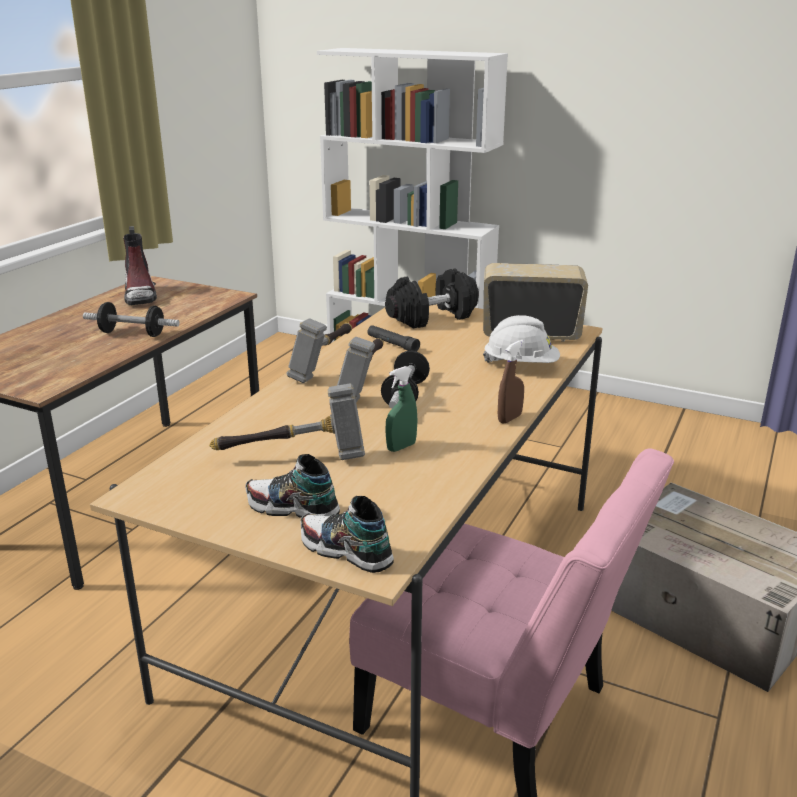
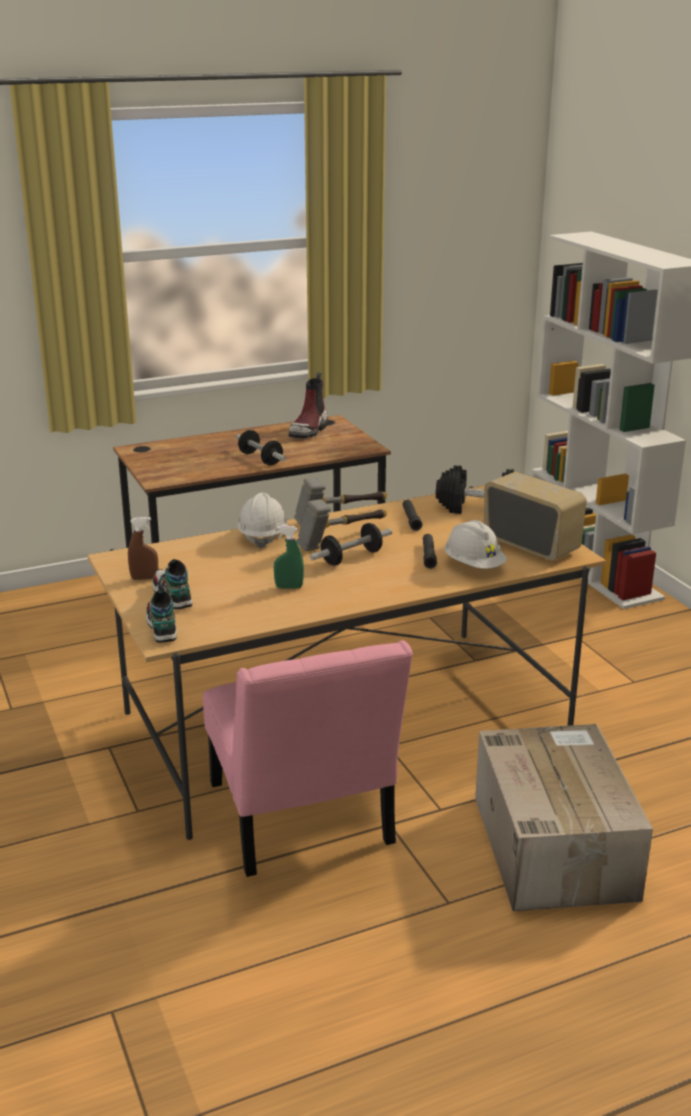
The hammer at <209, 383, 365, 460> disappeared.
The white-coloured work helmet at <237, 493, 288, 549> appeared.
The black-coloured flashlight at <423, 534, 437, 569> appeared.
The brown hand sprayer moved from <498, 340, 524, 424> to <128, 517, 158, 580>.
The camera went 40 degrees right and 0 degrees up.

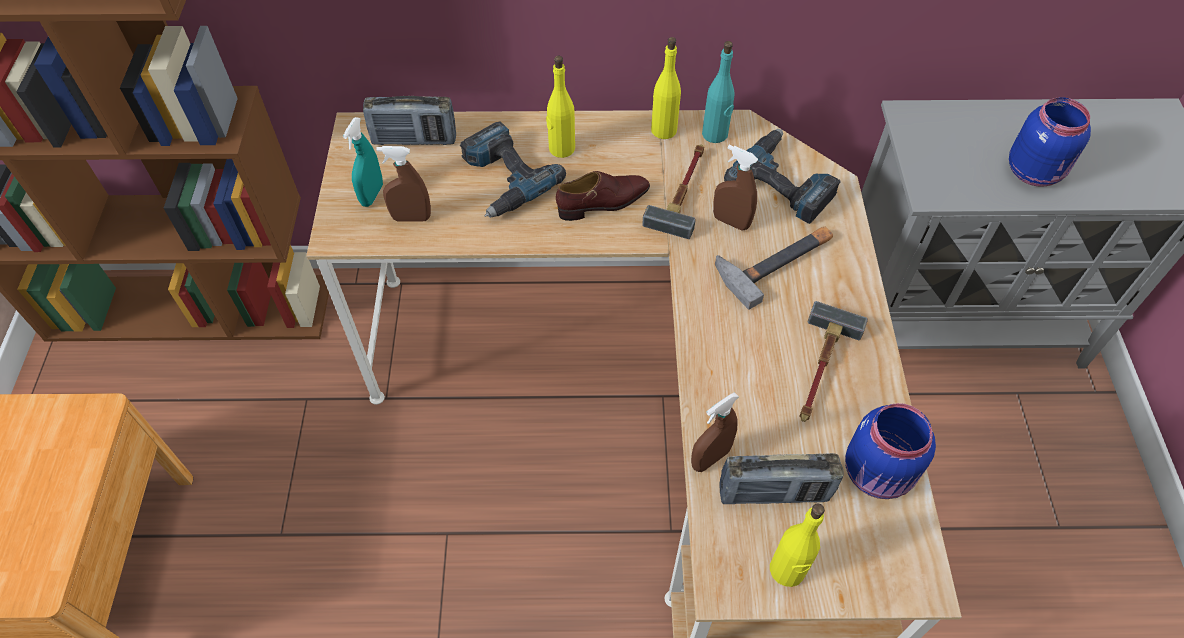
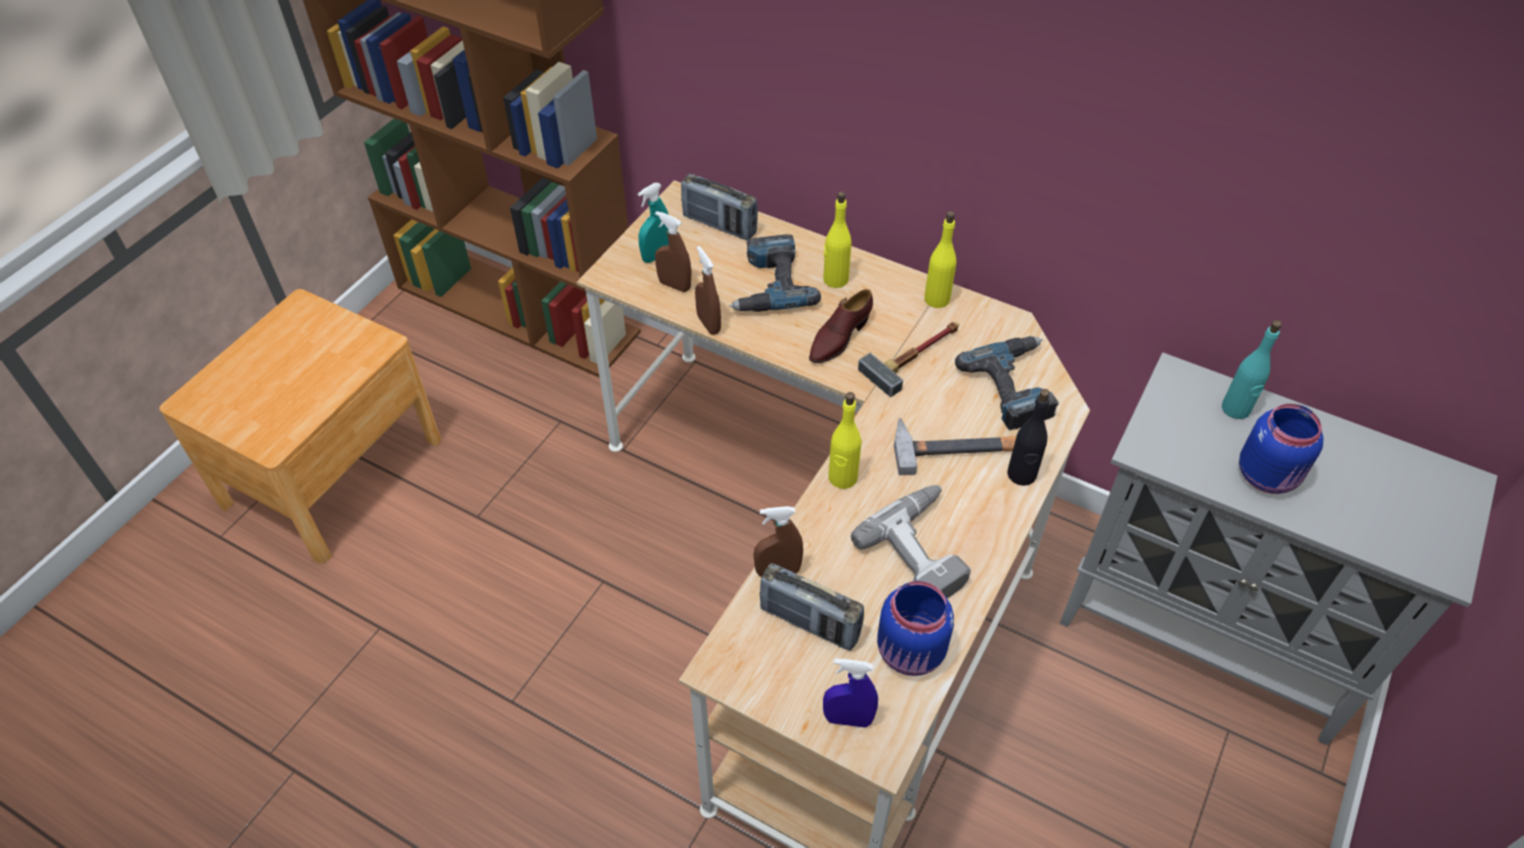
The bluish hand sprayer at <823, 658, 878, 728> appeared.
The black-coloured bottle at <1007, 389, 1050, 486> appeared.
The turquoise bottle moved from <702, 41, 735, 143> to <1222, 320, 1282, 419>.
The brown hand sprayer moved from <713, 145, 758, 231> to <695, 246, 721, 335>.
The yellowish bottle moved from <770, 504, 825, 587> to <828, 392, 861, 489>.
The hammer at <799, 301, 868, 422> was replaced by the drill at <851, 485, 971, 599>.
The brown shoe at <556, 171, 650, 221> turned 120 degrees clockwise.
The camera went 30 degrees right and 5 degrees down.

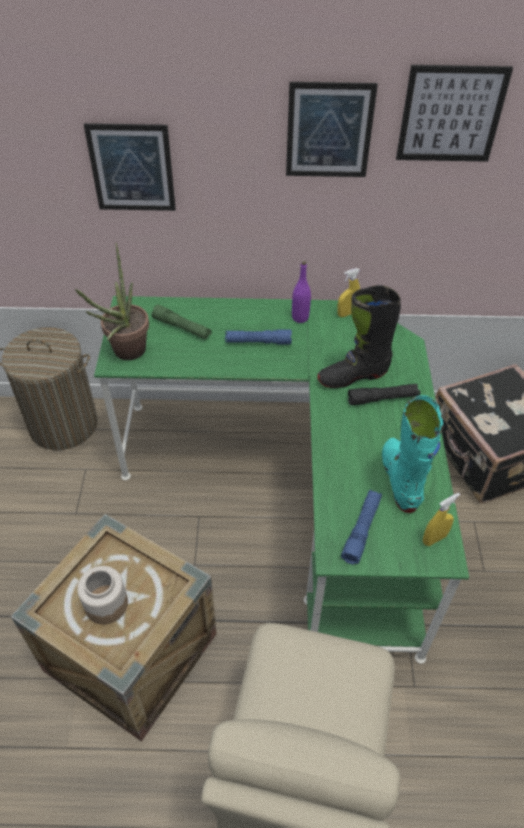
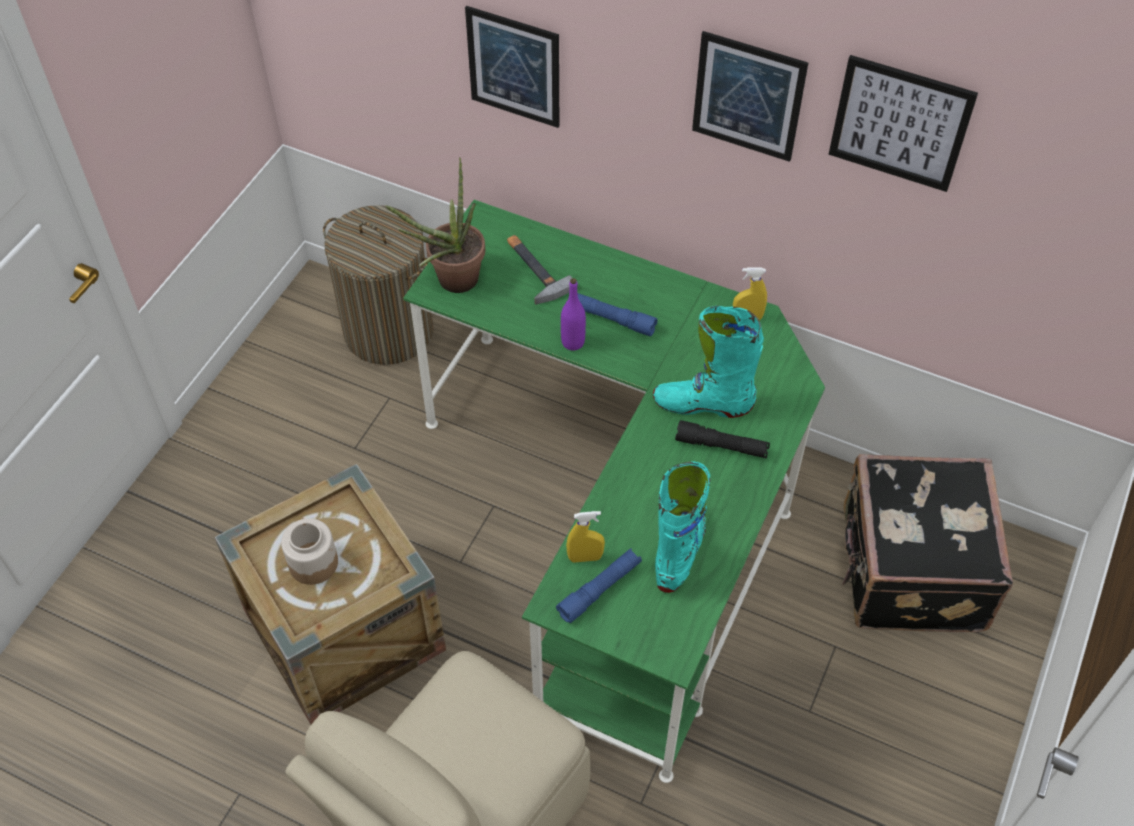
The purplish bottle moved from <292, 261, 311, 323> to <561, 278, 586, 350>.
The yellowish hand sprayer moved from <423, 493, 460, 546> to <566, 511, 605, 563>.
The green-coloured flashlight at <152, 305, 212, 340> was replaced by the hammer at <507, 235, 572, 305>.
The black-coloured tall boot at <317, 285, 401, 388> became the turquoise tall boot at <653, 306, 764, 418>.
The camera went 25 degrees right and 5 degrees up.

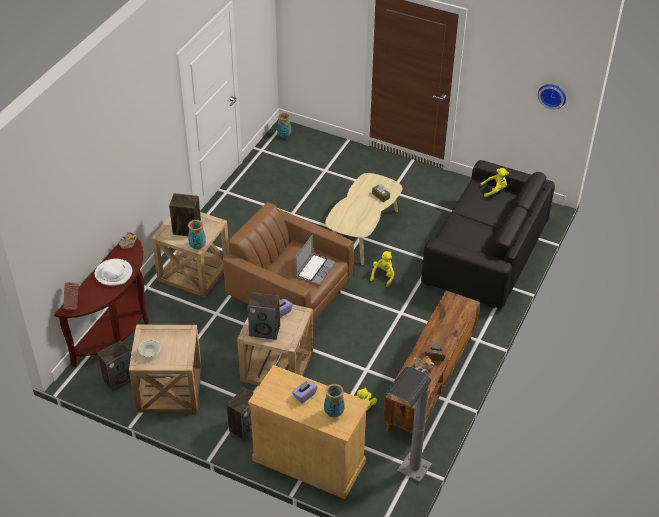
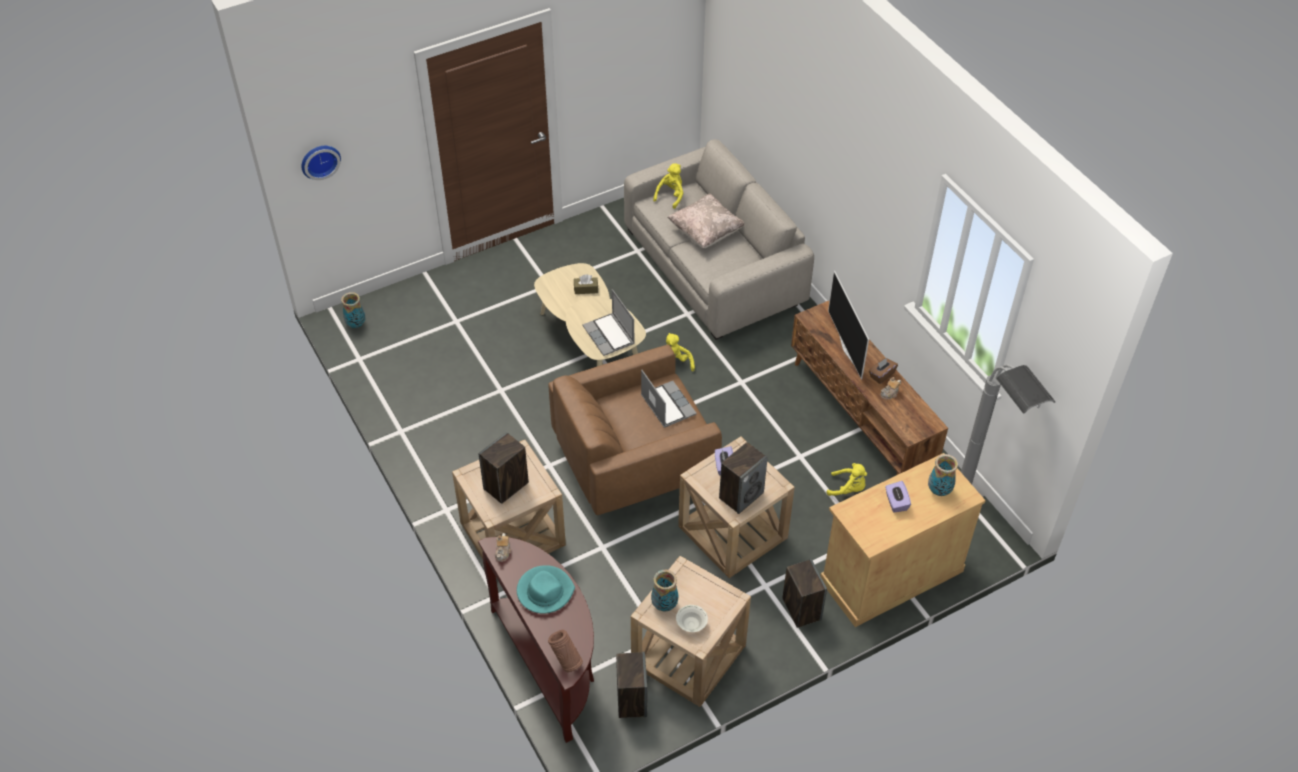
The portable computer at <582, 289, 635, 356> appeared.
The beige pillow at <667, 193, 744, 248> appeared.
The TV set at <828, 271, 869, 380> appeared.
The decorative vase moved from <188, 220, 206, 249> to <651, 569, 678, 612>.
The hanging clock moved from <538, 84, 566, 109> to <301, 146, 341, 180>.
The white-coloured hat at <95, 259, 132, 286> became the turquoise hat at <517, 565, 575, 614>.
The black-coloured settee at <421, 160, 555, 309> became the beige settee at <624, 139, 814, 340>.
The camera went 55 degrees left and 5 degrees up.

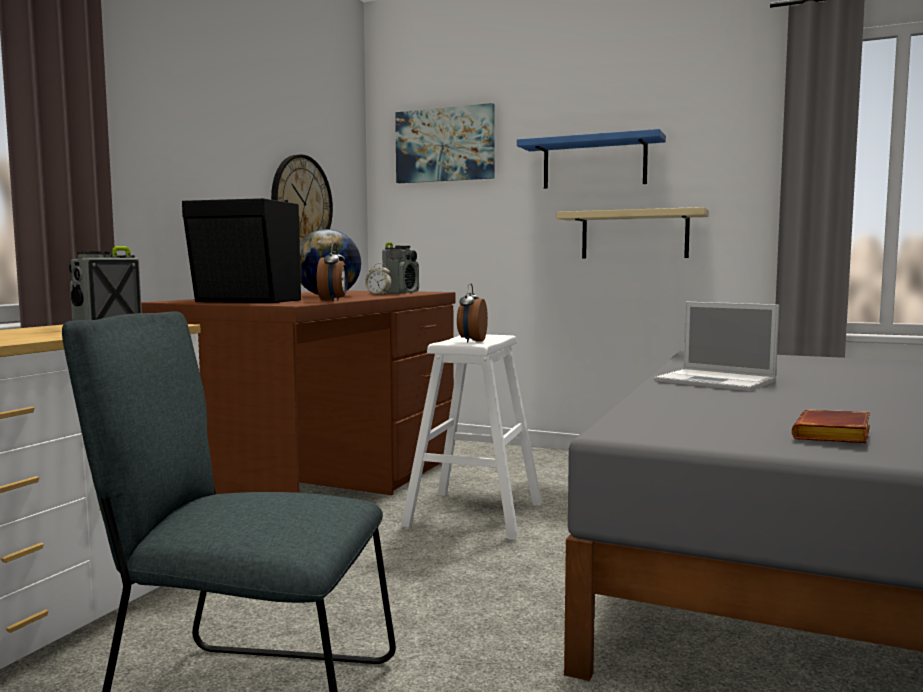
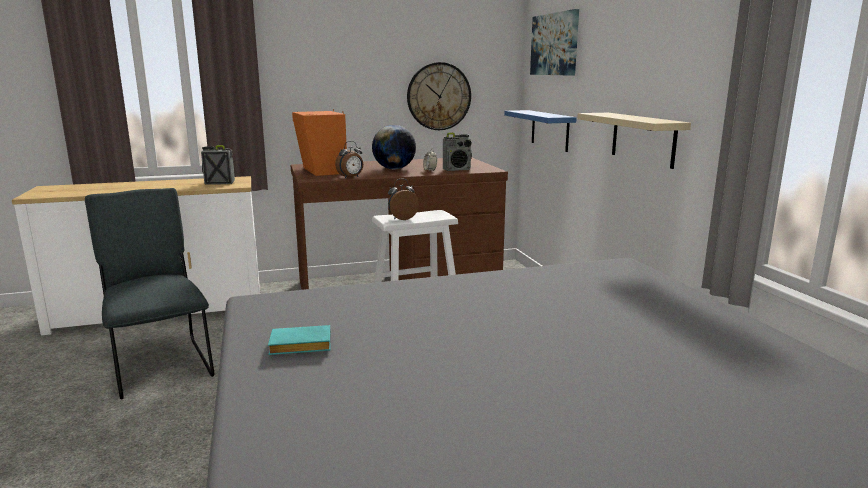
The portable computer at <654, 302, 779, 392> disappeared.
The bluish wall shelf moved from <517, 129, 666, 189> to <504, 110, 577, 152>.
The black-coloured speaker at <182, 198, 301, 303> became the orange-coloured speaker at <292, 109, 347, 176>.
The brown bound book at <792, 409, 870, 443> became the turquoise bound book at <268, 325, 331, 355>.
The camera went 50 degrees right and 10 degrees up.

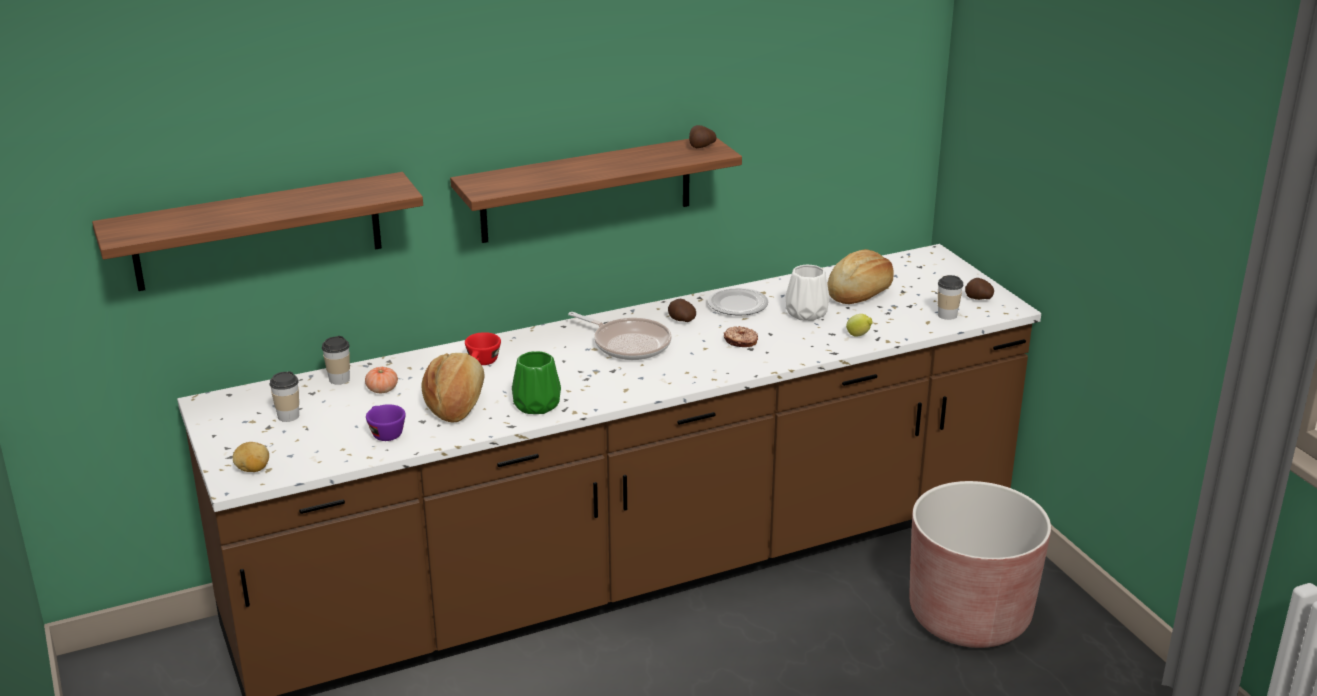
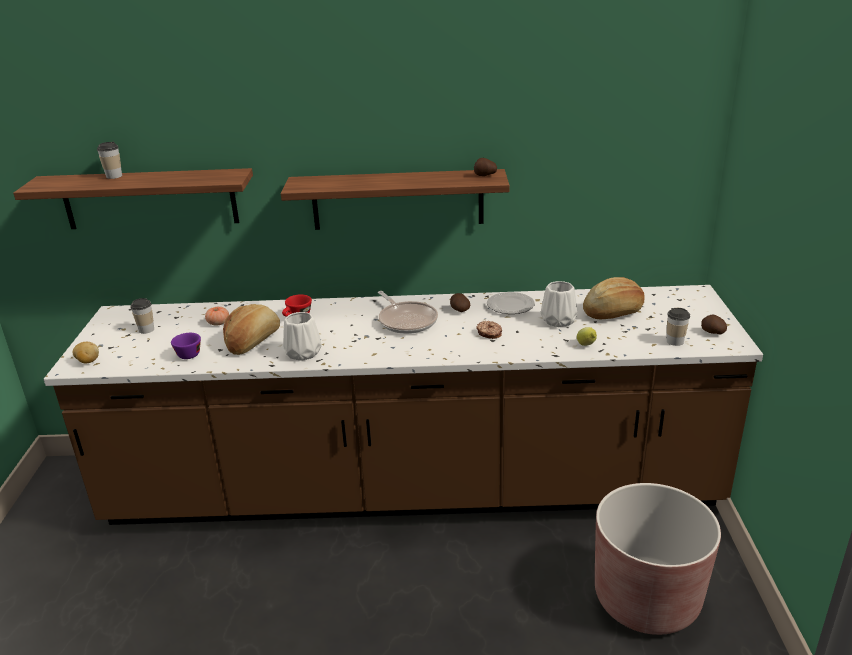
The drinking cup moved from <322, 336, 350, 385> to <97, 141, 122, 179>.
The green-coloured decorative vase at <512, 351, 561, 414> became the white-coloured decorative vase at <283, 312, 321, 361>.
The camera went 25 degrees right and 0 degrees up.

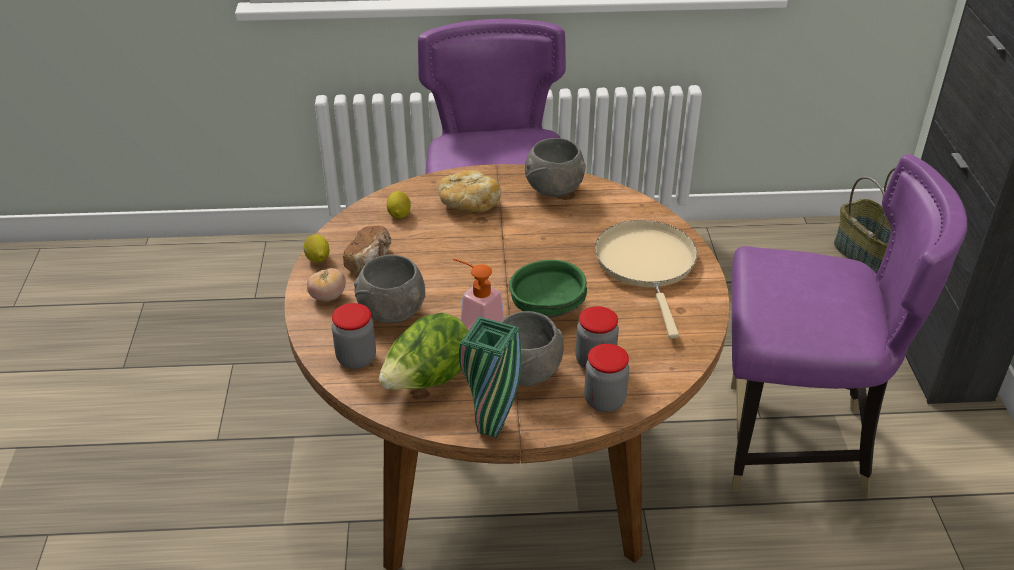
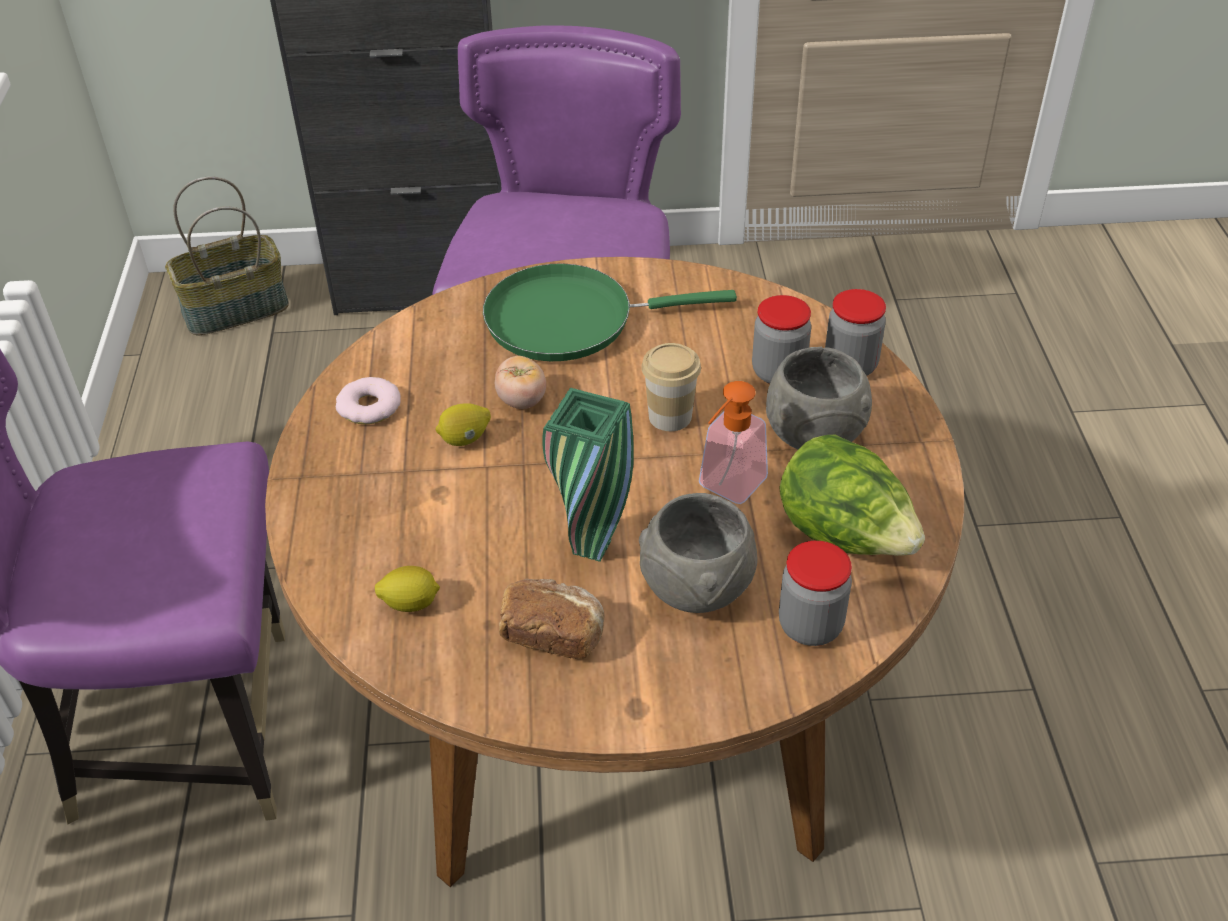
The bakery bread at <438, 171, 501, 212> disappeared.
The whole lemon moved from <303, 235, 330, 262> to <436, 403, 491, 446>.
The fresh tomato moved from <307, 268, 346, 301> to <495, 356, 546, 409>.
The green-coloured decorative vase moved from <459, 316, 521, 438> to <542, 387, 634, 562>.
The green-coloured deep dish at <509, 260, 587, 318> was replaced by the drinking cup at <641, 343, 701, 431>.
The grey deep dish at <525, 138, 586, 197> was replaced by the donut at <336, 377, 401, 424>.
The beige pan at <595, 220, 698, 339> became the green-coloured pan at <483, 263, 737, 361>.
The camera went 90 degrees left and 5 degrees up.

